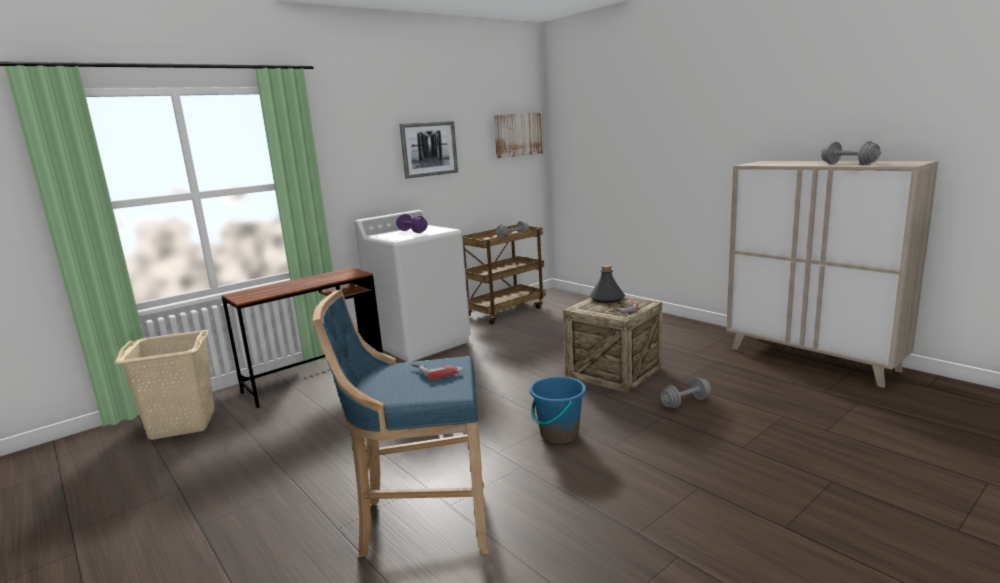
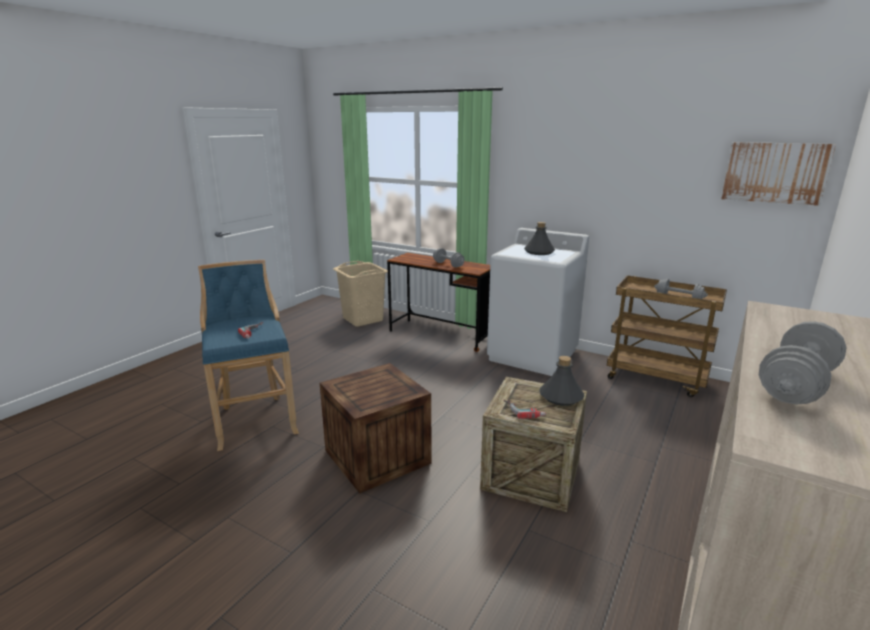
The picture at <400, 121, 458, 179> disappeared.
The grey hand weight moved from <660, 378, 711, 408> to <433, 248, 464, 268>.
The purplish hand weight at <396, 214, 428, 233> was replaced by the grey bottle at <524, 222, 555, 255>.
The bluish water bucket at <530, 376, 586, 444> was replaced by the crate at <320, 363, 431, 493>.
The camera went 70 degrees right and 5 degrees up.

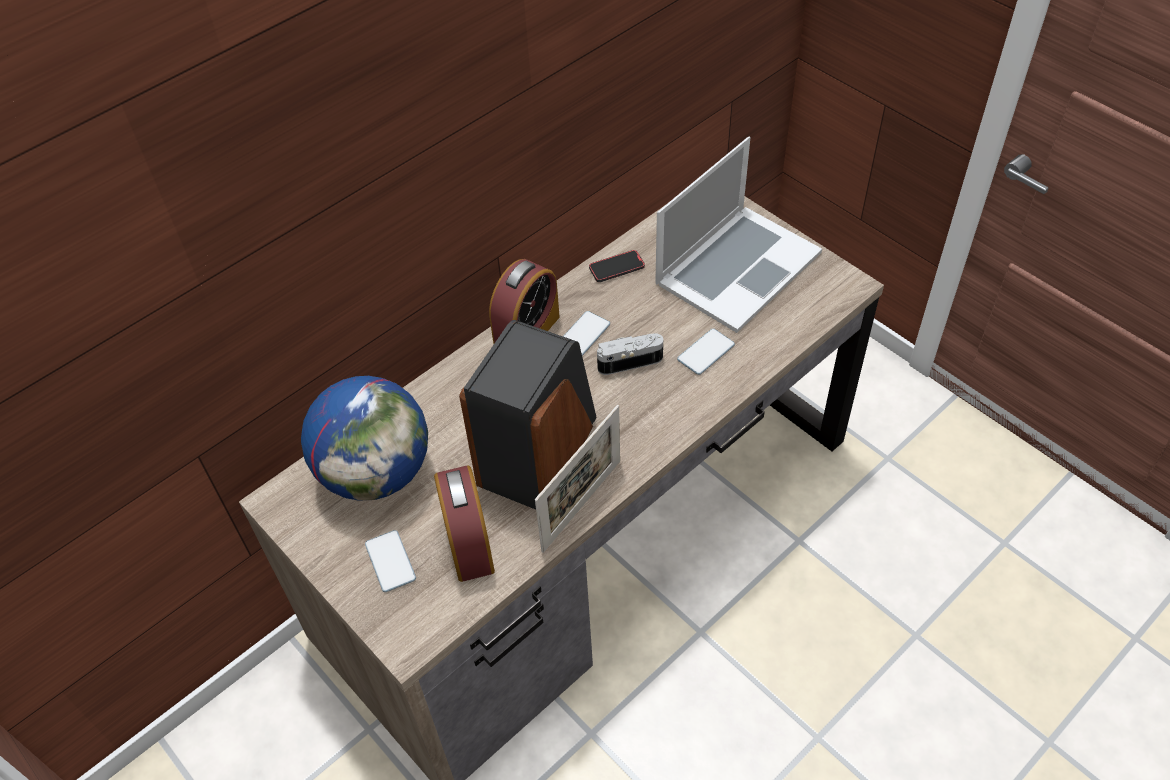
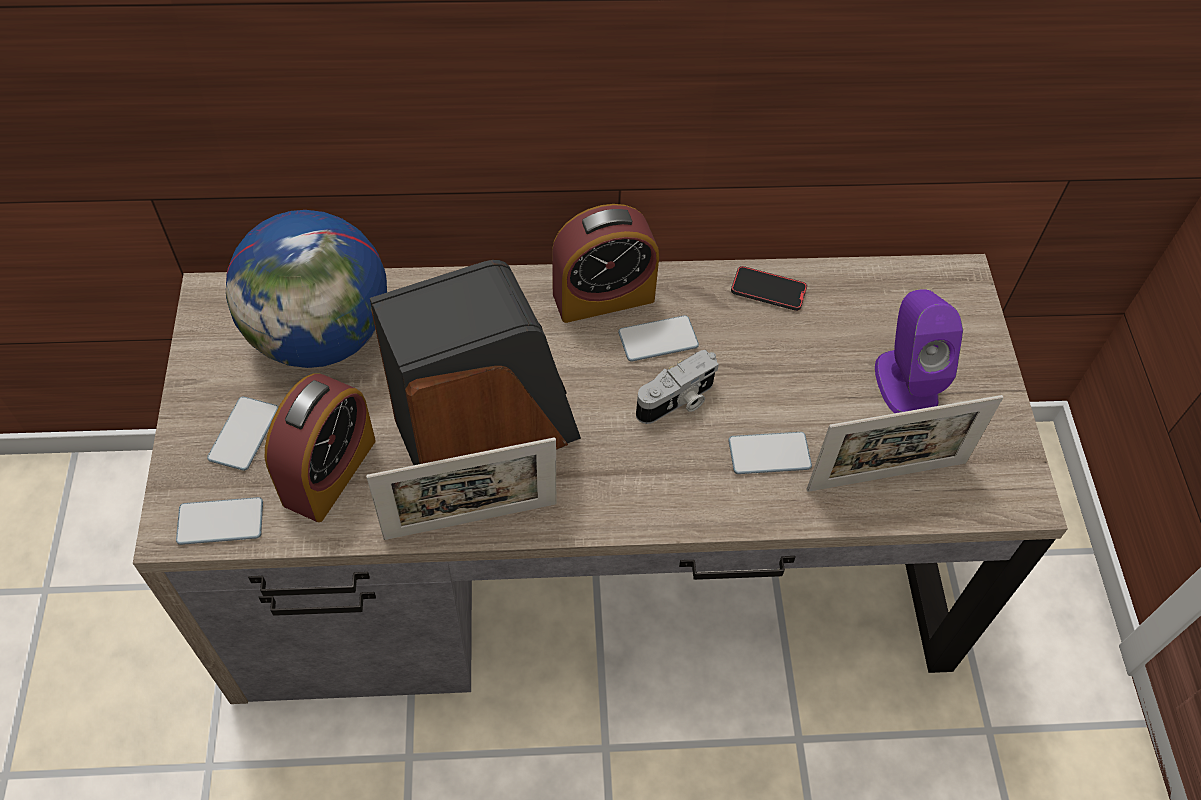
The phone at <176, 497, 263, 545> appeared.
The picture frame at <806, 395, 1004, 492> appeared.
The portable computer at <655, 137, 822, 333> was replaced by the purplish speaker at <875, 289, 963, 413>.
The still camera at <597, 333, 663, 375> turned 120 degrees clockwise.
The camera went 35 degrees right and 5 degrees up.

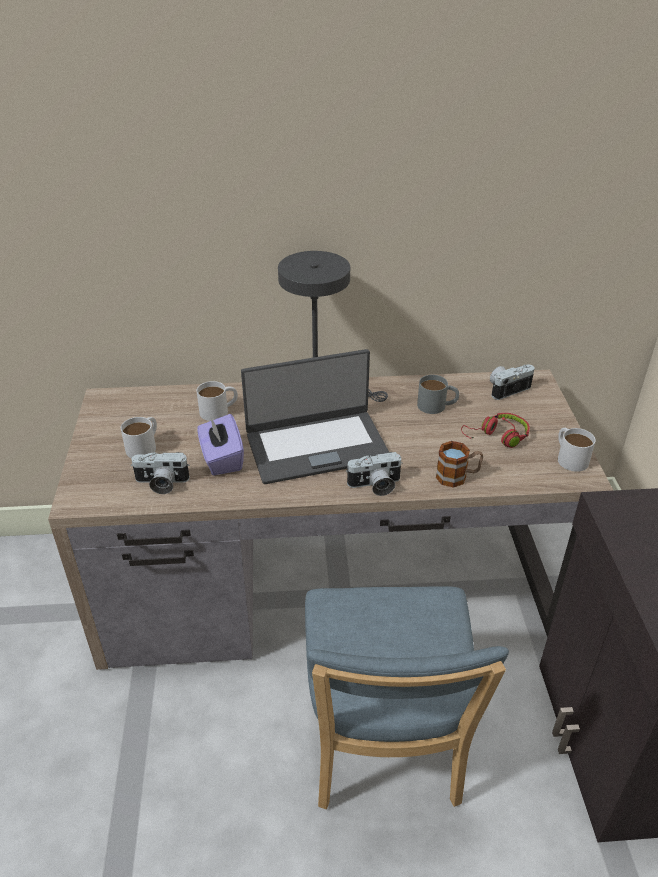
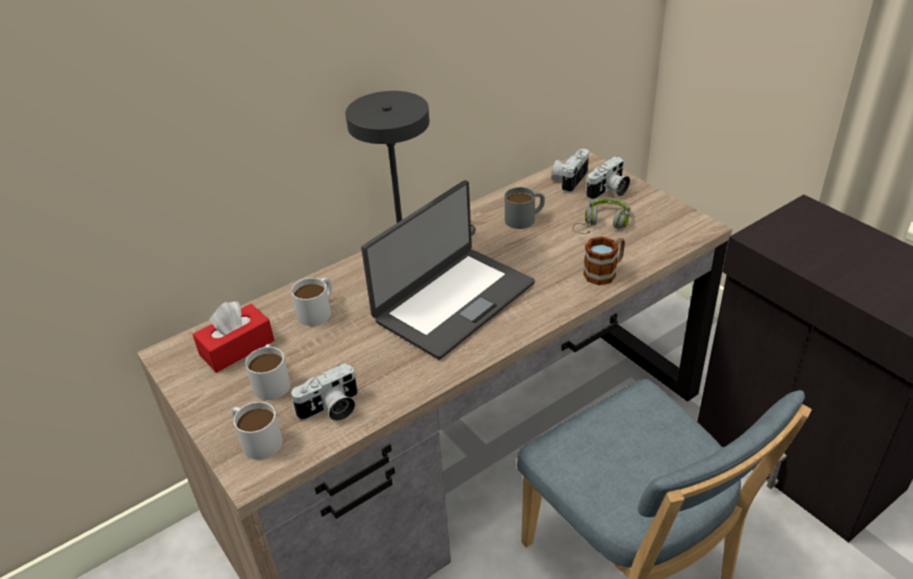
The purplish tissue box at <197, 414, 244, 475> disappeared.
The red tissue box at <193, 301, 274, 373> appeared.
The still camera moved from <345, 452, 403, 496> to <586, 156, 630, 200>.
The white-coloured coffee mug moved from <558, 428, 596, 472> to <231, 402, 283, 460>.
The red headphones at <461, 413, 530, 448> became the grey headphones at <572, 197, 631, 234>.
The camera went 30 degrees left and 0 degrees up.

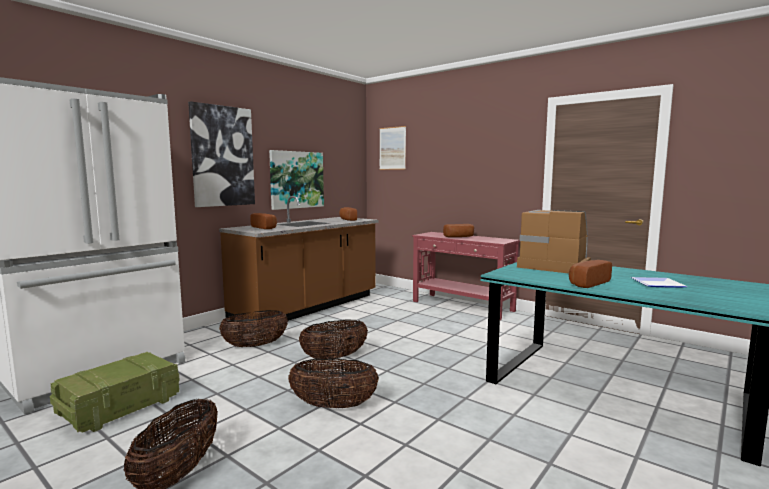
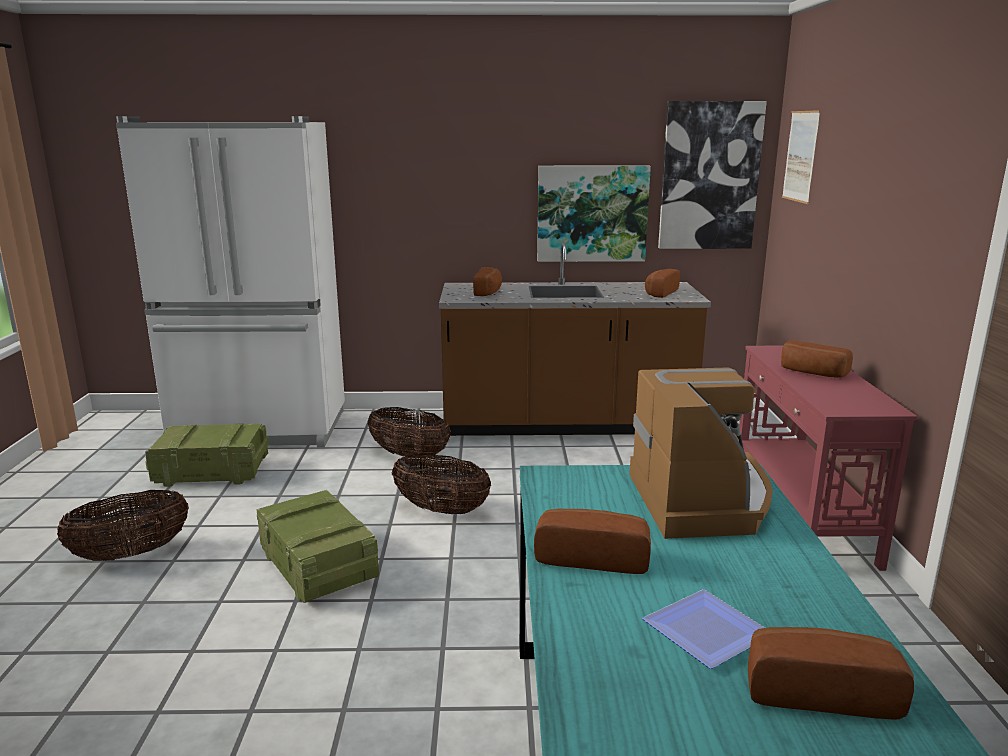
The bakery bread at <748, 627, 914, 720> appeared.
The picture moved from <188, 101, 255, 207> to <658, 101, 767, 249>.
The basket at <288, 358, 379, 409> was replaced by the crate at <256, 490, 379, 603>.
The camera went 50 degrees right and 10 degrees up.

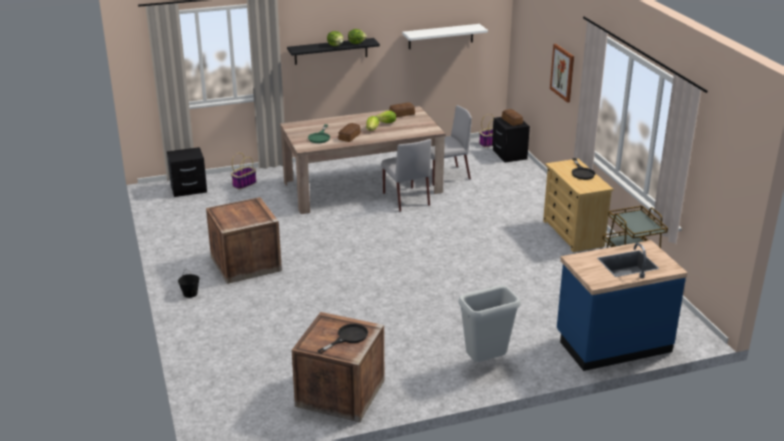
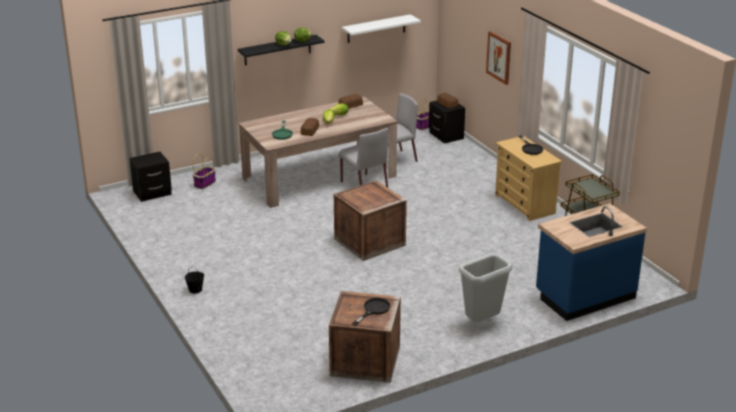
The crate moved from <206, 197, 282, 284> to <334, 180, 407, 261>.
The camera went 10 degrees left and 0 degrees up.

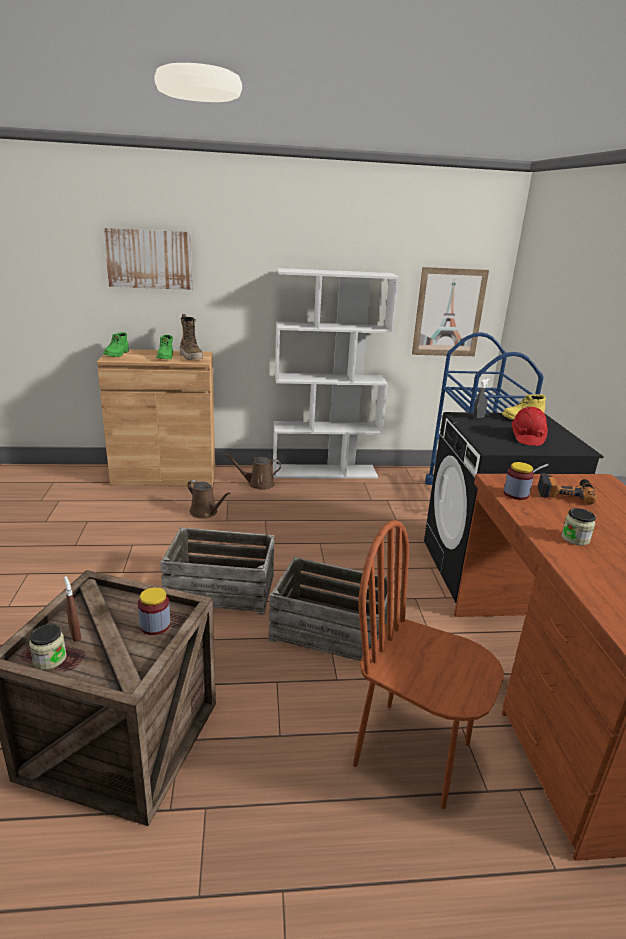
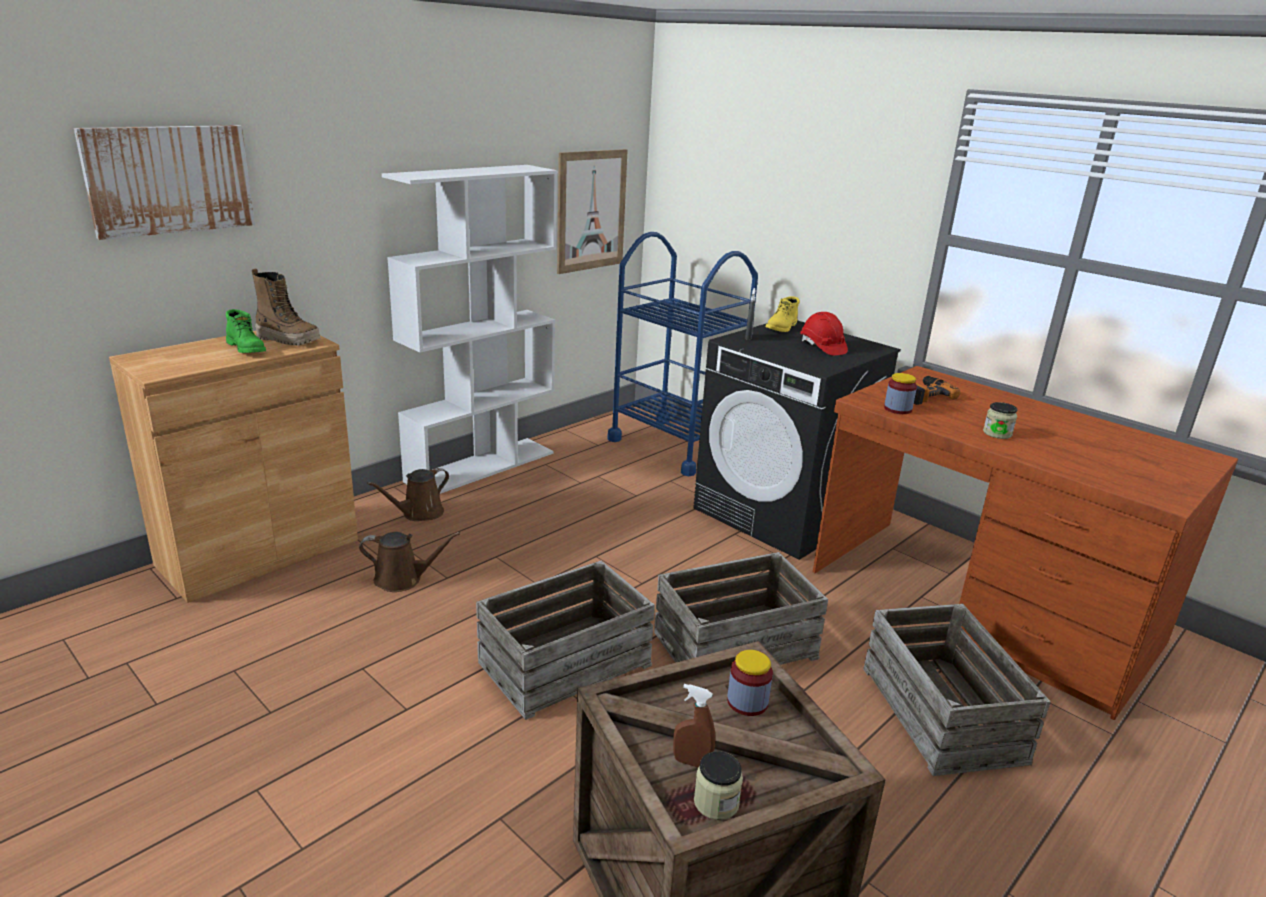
The green-coloured tall boot at <103, 332, 129, 357> disappeared.
The brown plain chair at <353, 520, 504, 809> was replaced by the crate at <863, 604, 1051, 776>.
The camera went 40 degrees left and 0 degrees up.

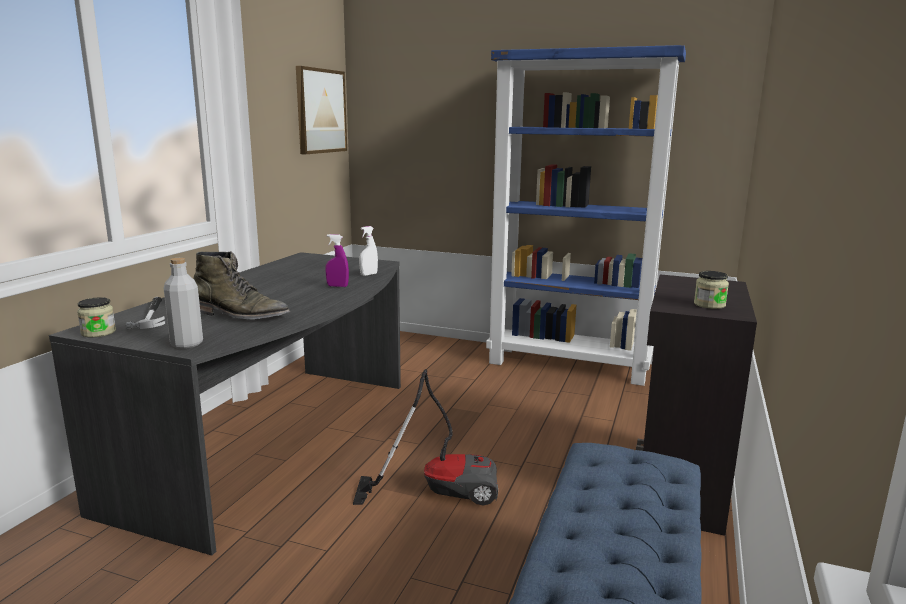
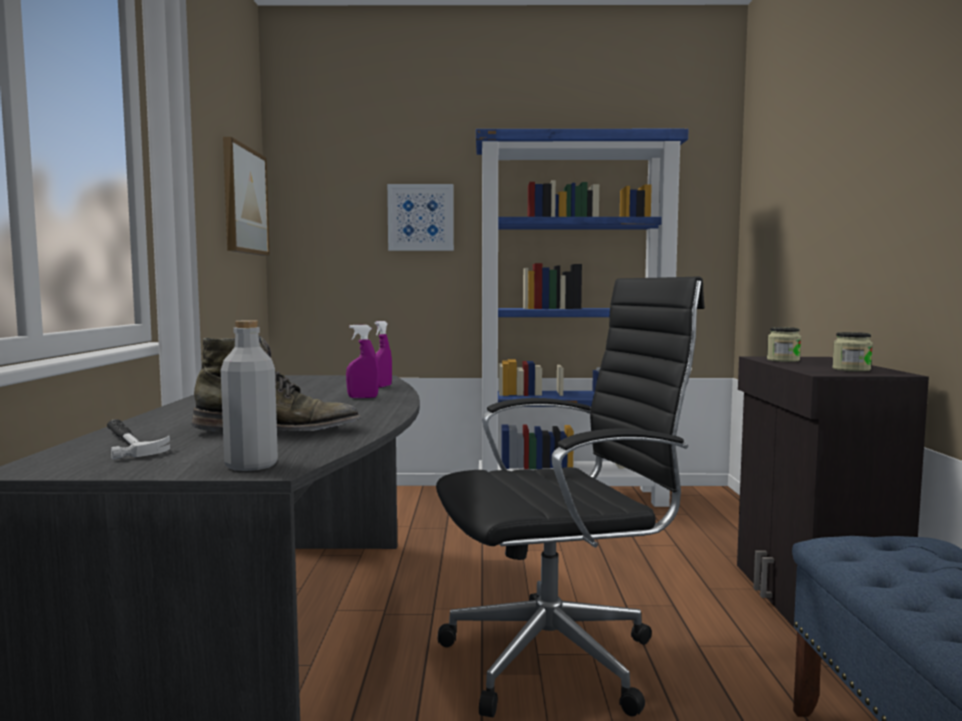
The picture at <387, 184, 454, 251> appeared.
The jar moved from <77, 297, 116, 337> to <767, 327, 801, 362>.
The vacuum cleaner at <353, 369, 498, 506> was replaced by the black-coloured desk chair at <436, 277, 705, 717>.
The white-coloured hand sprayer at <359, 226, 378, 276> became the purplish hand sprayer at <375, 321, 392, 388>.
The camera went 20 degrees left and 10 degrees down.

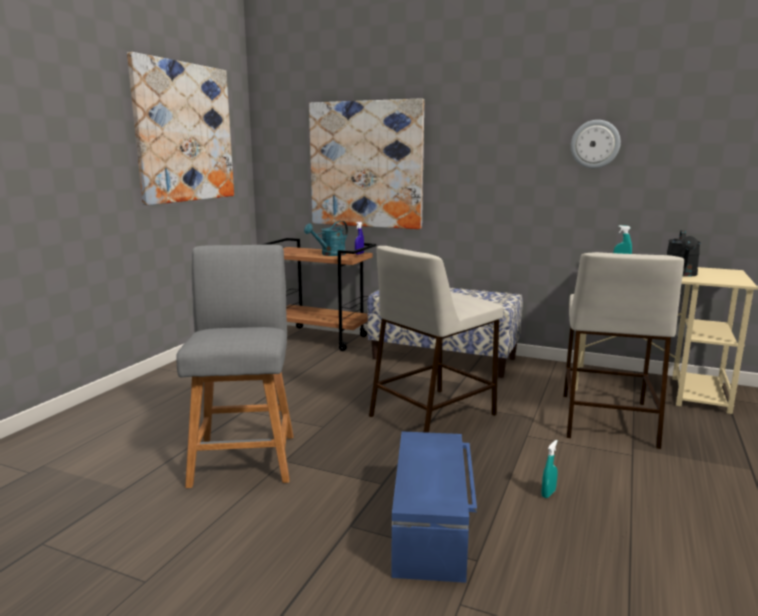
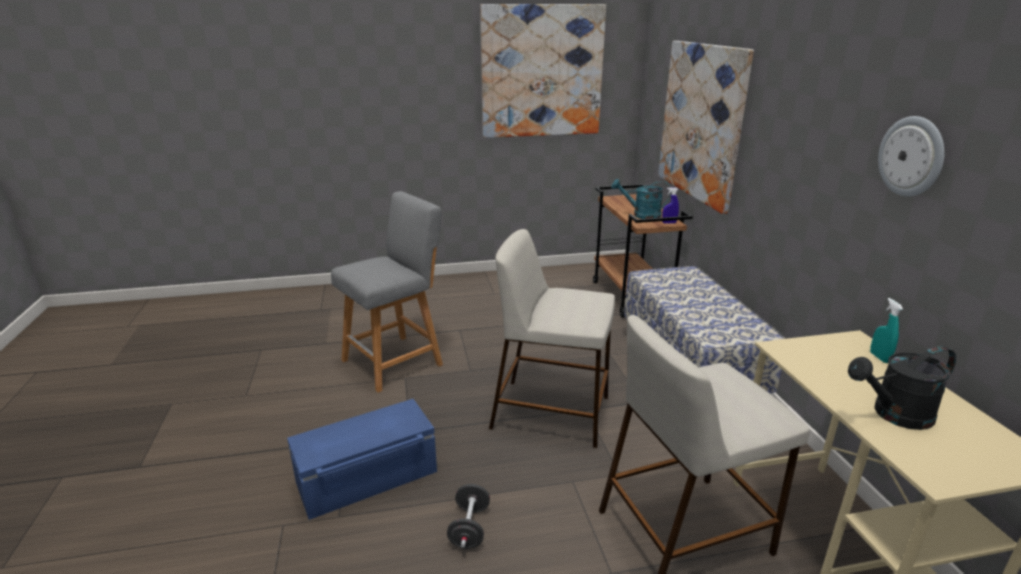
The turquoise hand sprayer at <541, 440, 558, 498> was replaced by the black-coloured hand weight at <447, 484, 490, 549>.
The camera went 55 degrees right and 10 degrees up.

